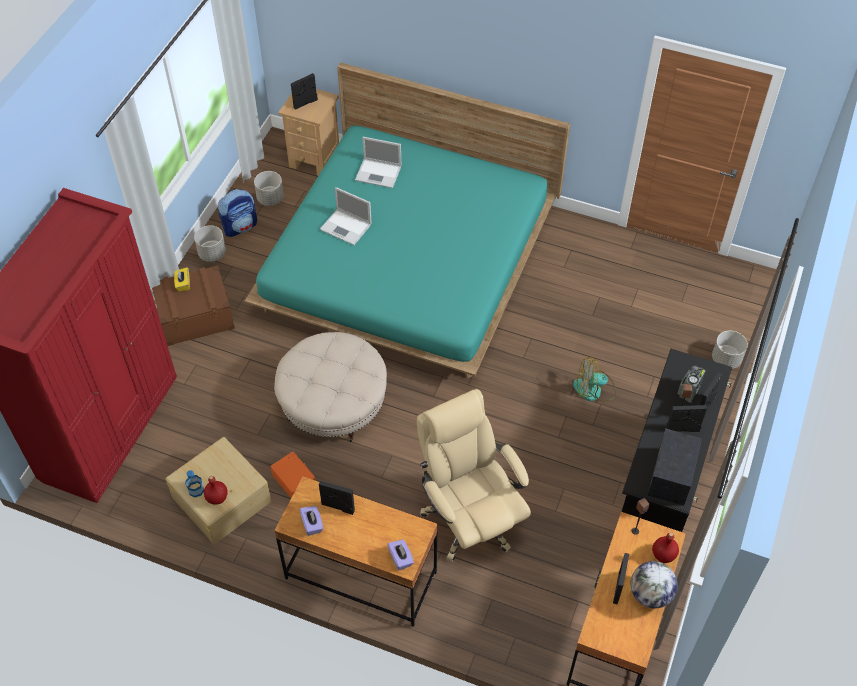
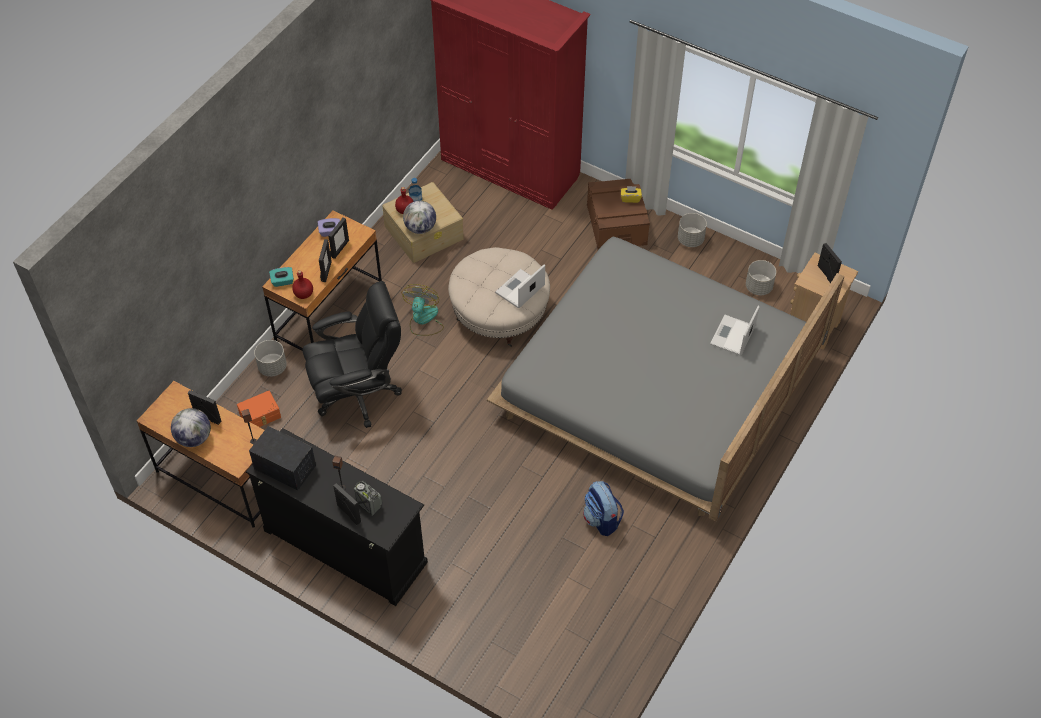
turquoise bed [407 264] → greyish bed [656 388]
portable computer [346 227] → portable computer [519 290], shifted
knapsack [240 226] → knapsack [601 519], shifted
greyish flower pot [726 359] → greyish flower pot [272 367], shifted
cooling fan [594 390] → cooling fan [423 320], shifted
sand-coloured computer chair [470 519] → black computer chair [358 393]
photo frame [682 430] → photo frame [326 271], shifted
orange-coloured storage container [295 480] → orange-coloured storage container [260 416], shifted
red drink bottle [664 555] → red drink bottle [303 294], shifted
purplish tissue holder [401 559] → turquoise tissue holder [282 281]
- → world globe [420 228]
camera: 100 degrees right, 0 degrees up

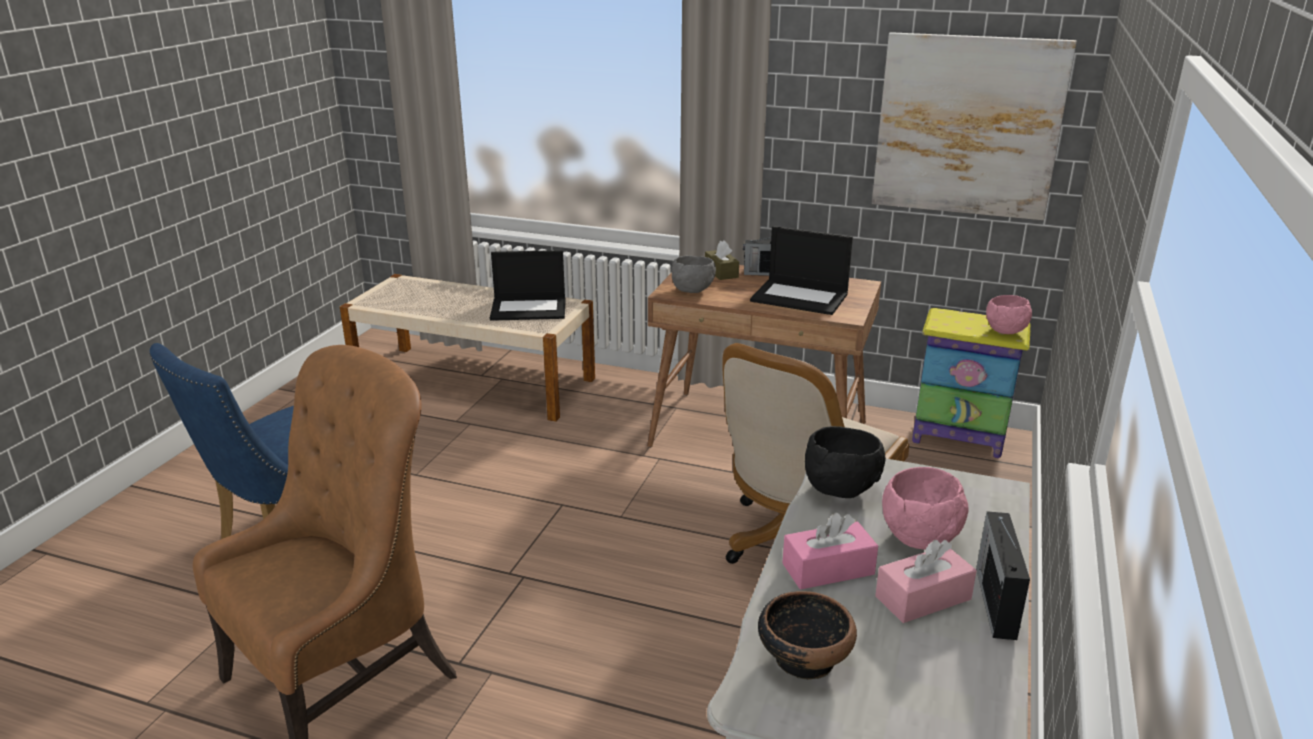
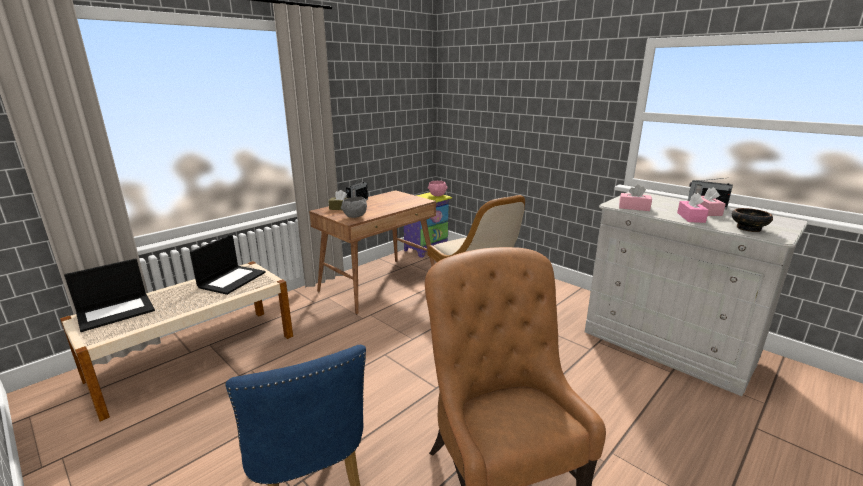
picture [967 126] → -
portable computer [801 297] → portable computer [117 312], shifted
black bowl [840 490] → pink tissue holder [634 207]
pink bowl [920 537] → -
camera: 65 degrees left, 5 degrees down

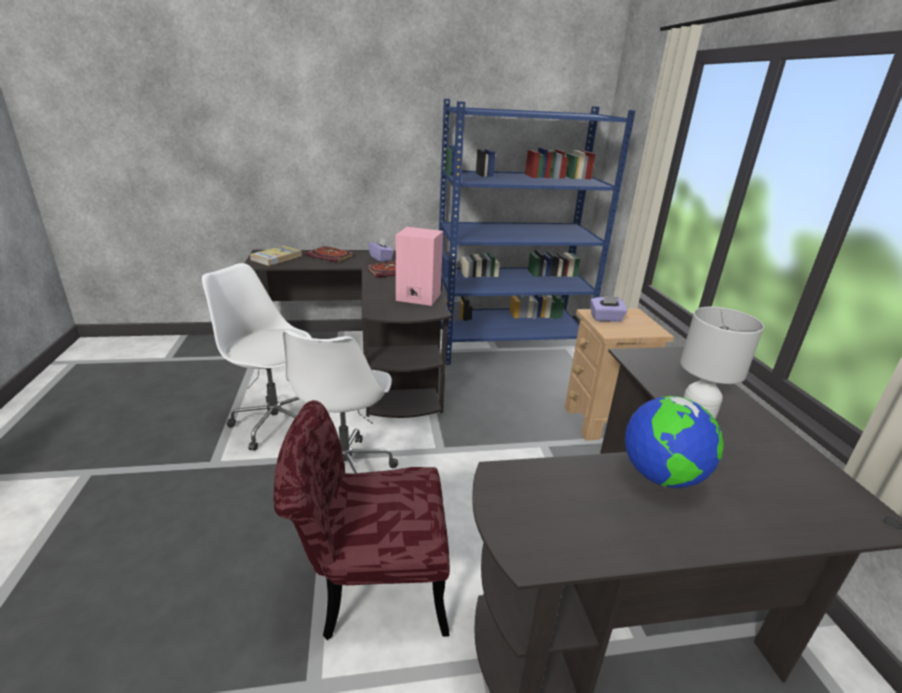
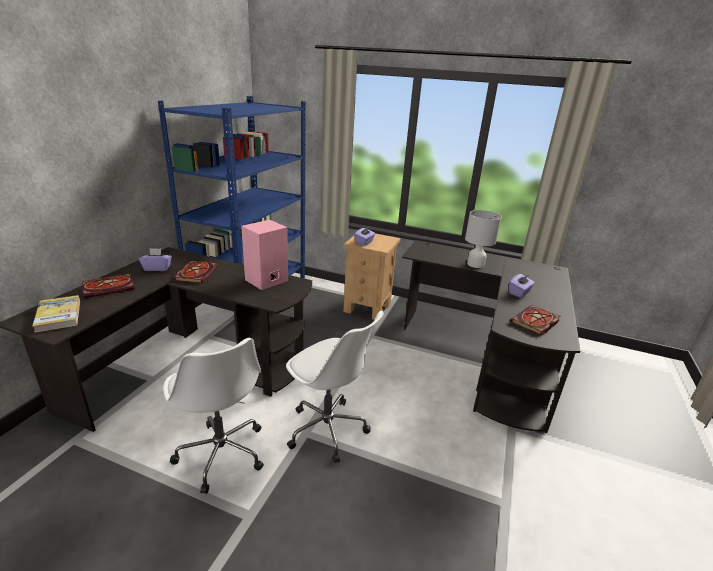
white computer chair [273 422] → white computer chair [222 456], 90 degrees counterclockwise
world globe [661 476] → purplish tissue holder [519 292]
red chair [370 585] → -
- → book [535 322]
camera: 60 degrees left, 0 degrees up

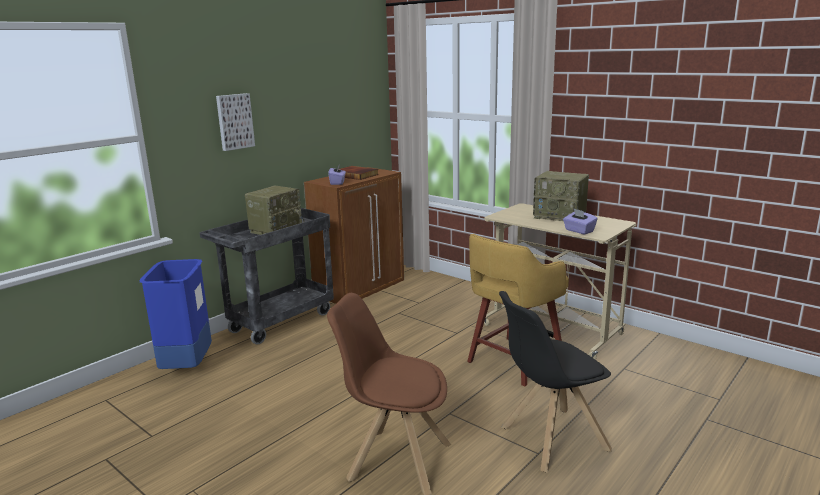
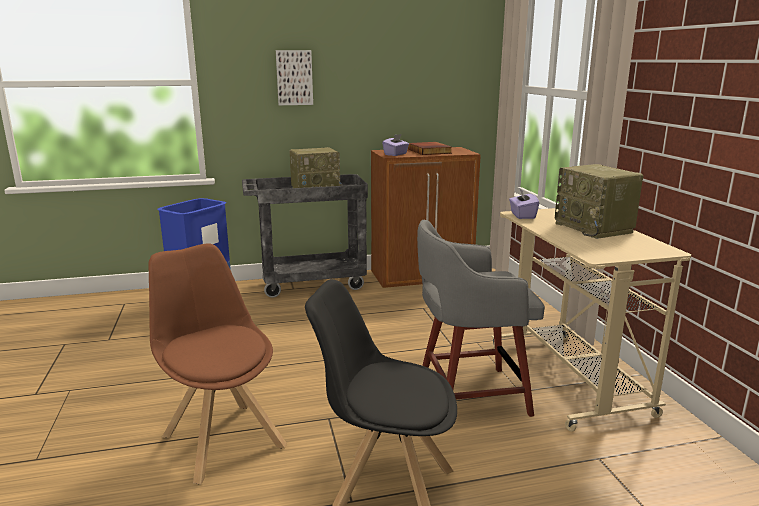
purplish tissue holder [579 231] → purplish tissue holder [522 215], shifted
yellow sitting stool [513 361] → greyish sitting stool [469 395]
camera: 35 degrees right, 0 degrees up

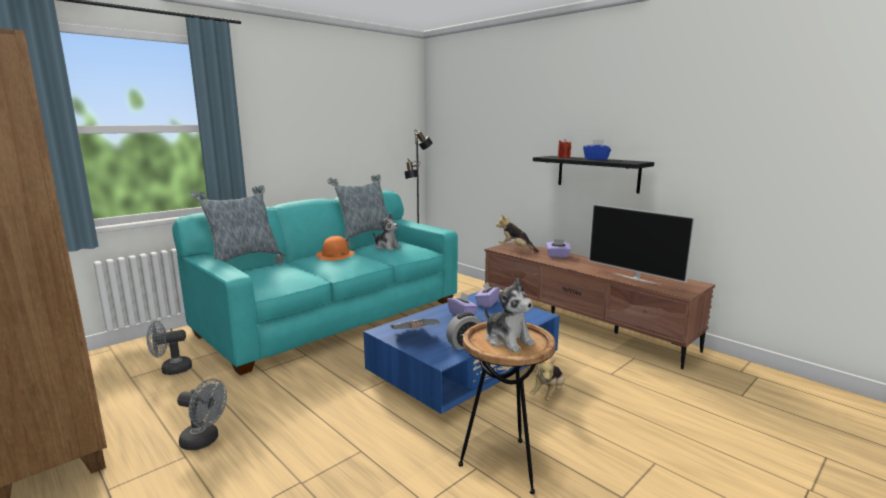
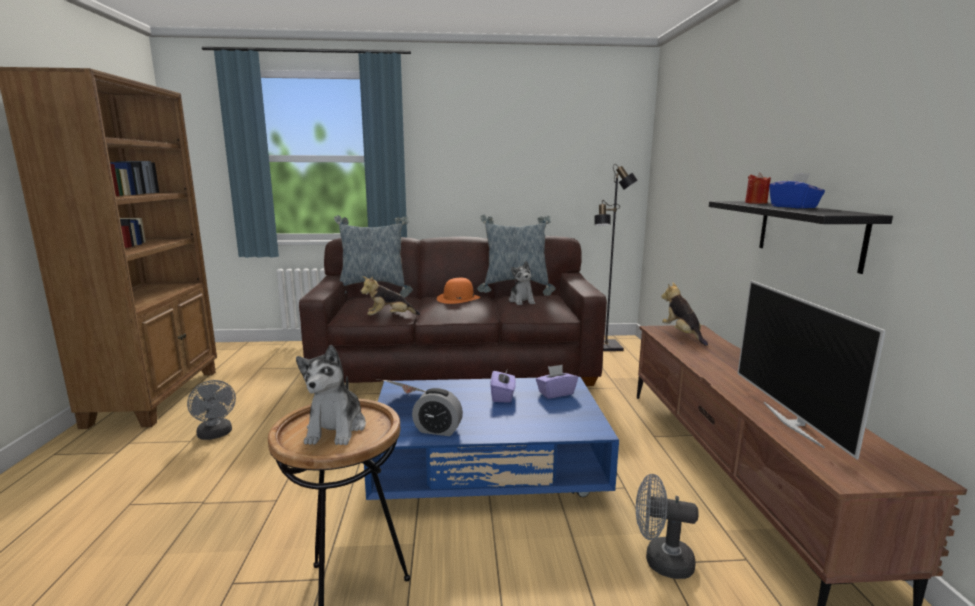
turquoise sofa [333 317] → brown-coloured sofa [455 366]
purplish tissue holder [557 256] → -
greyish cooling fan [171 370] → greyish cooling fan [660 560], shifted
soft toy [548 394] → soft toy [389 317], shifted
camera: 40 degrees right, 0 degrees up

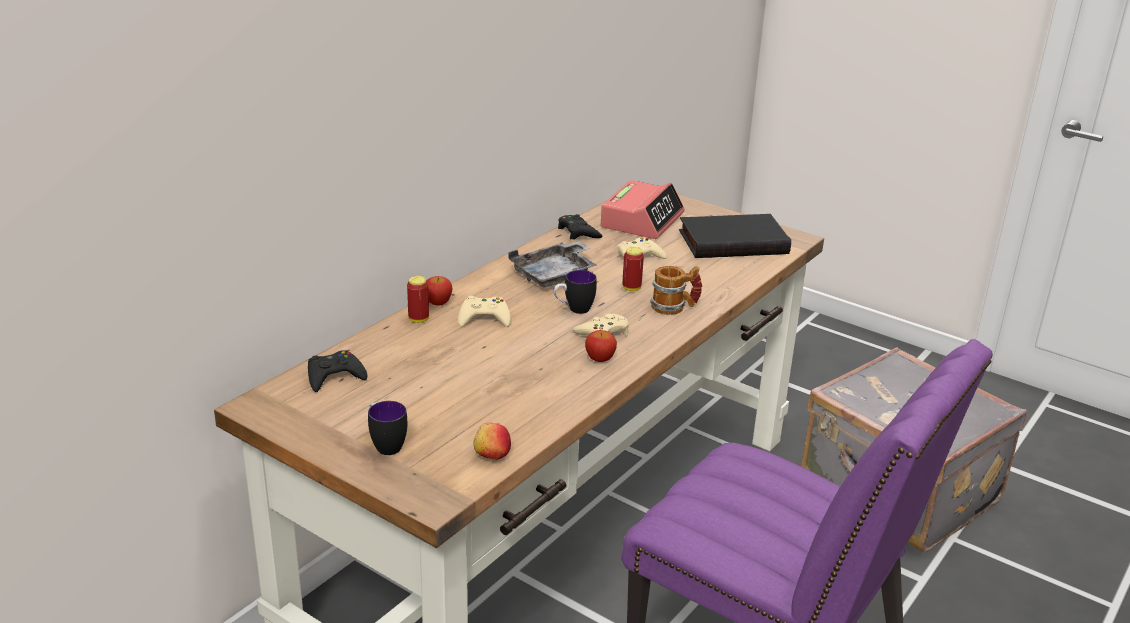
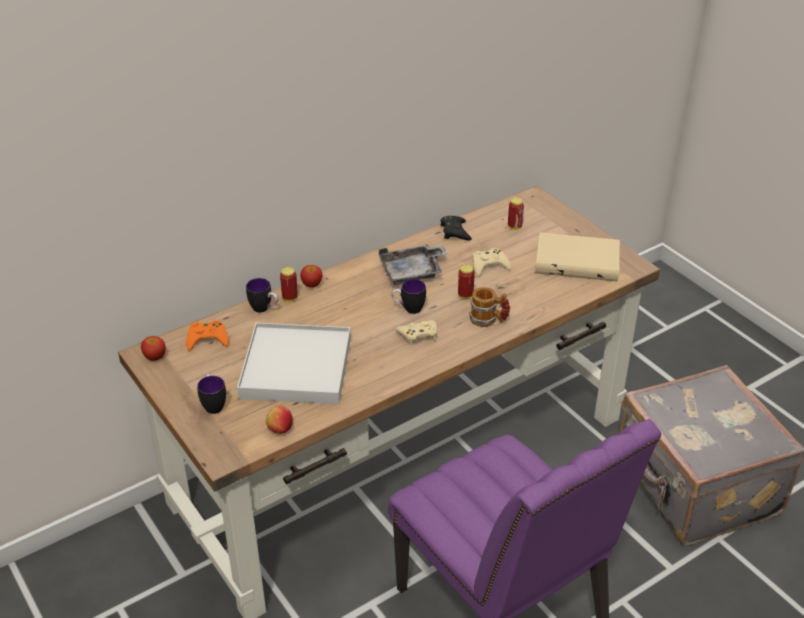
table clock [642 220] → can [514 227]
black book [733 241] → sand-coloured book [577 260]
sand-coloured game controller [484 318] → -
apple fruit [600 359] → apple fruit [155 357], shifted
black game controller [334 376] → orange-coloured game controller [207 339]
- → tea mug [264 309]
- → white serving tray [296 368]
camera: 20 degrees right, 10 degrees up

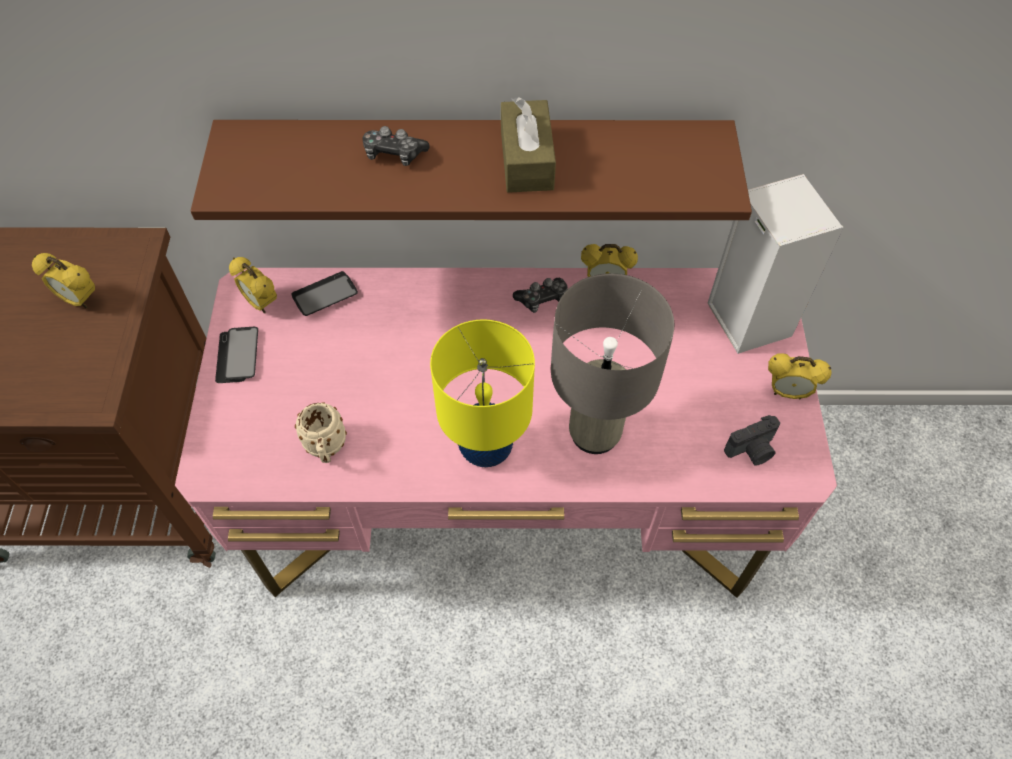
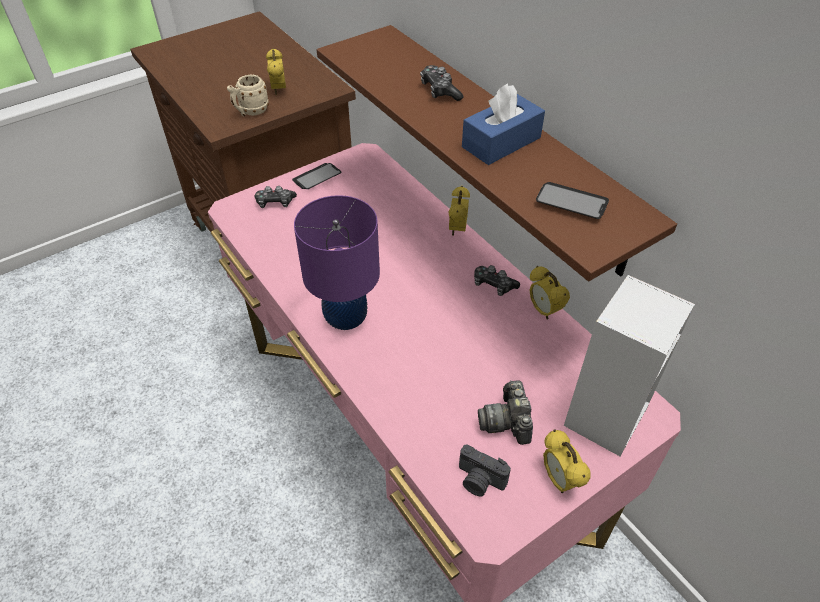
brown-coloured tissue holder [526 160] → bluish tissue holder [501 142]
table clock [261 303] → table clock [457 229], shifted
telephone [324 295] → telephone [572 202], shifted
greyish lamp for a table [594 431] → -
yellow lamp for a table [487 450] → purplish lamp for a table [345 320]
sand-coloured tea mug [326 449] → sand-coloured tea mug [250 112], shifted
- → game controller [275 203]
- → still camera [507 421]
camera: 55 degrees right, 10 degrees down

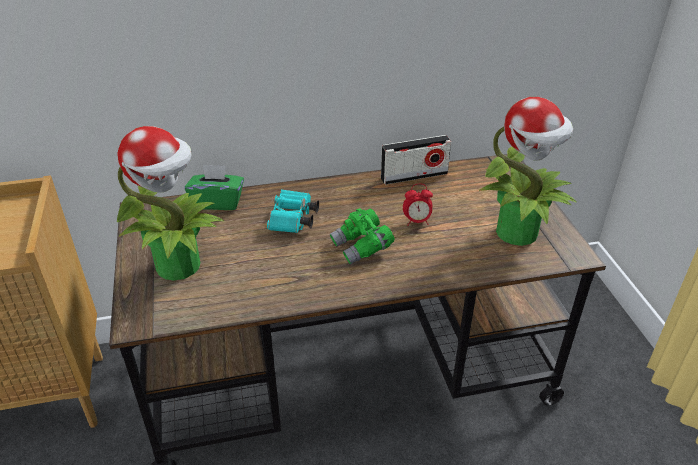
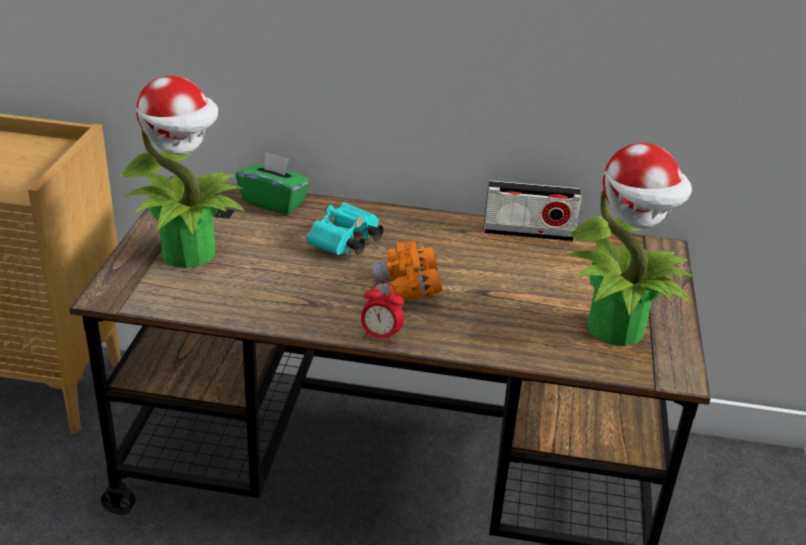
table clock [417 221] → table clock [380 336], shifted
green field glasses [362 247] → orange-coloured field glasses [406 292]
camera: 20 degrees right, 5 degrees down

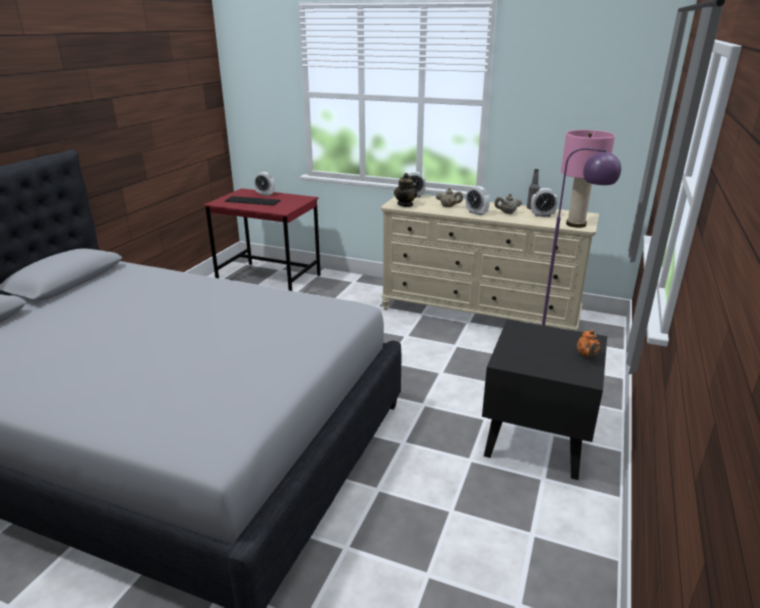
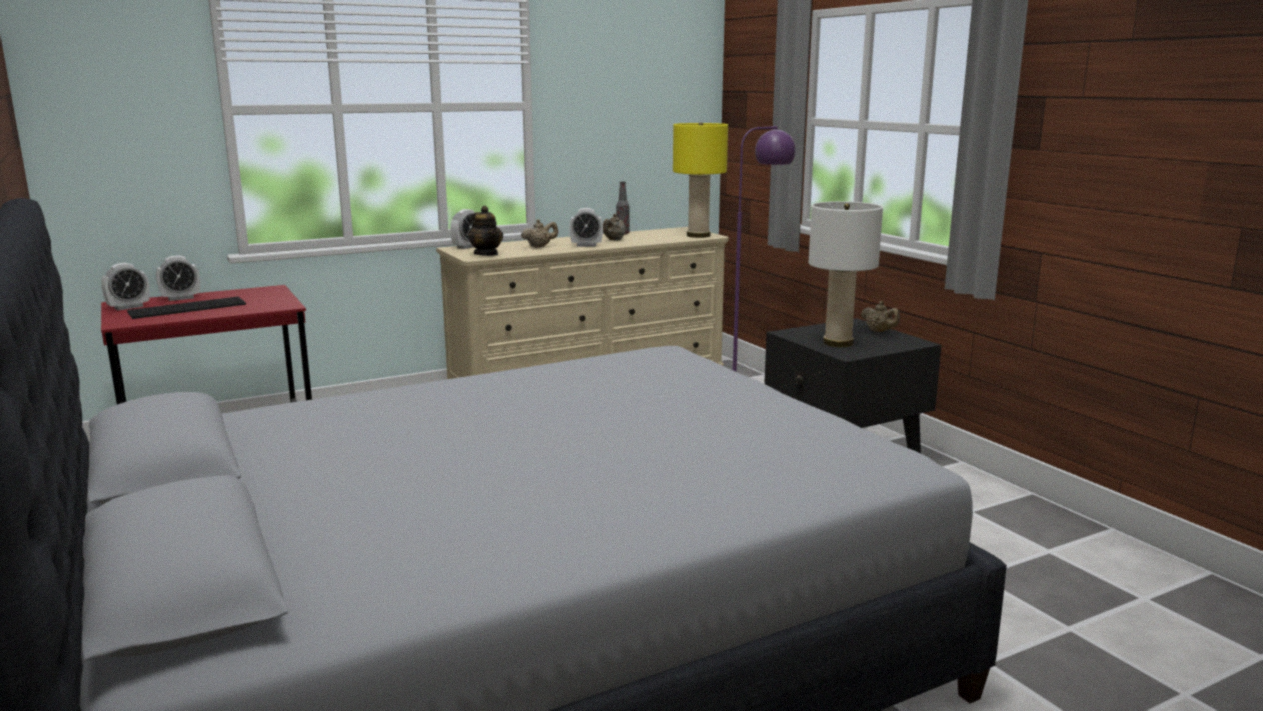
pink lamp for a table [575 224] → yellow lamp for a table [698 235]
table clock [542 215] → table clock [128 307], shifted
orange-coloured teapot [587 355] → sand-coloured teapot [879 331]
- → white lamp for a table [838 343]
camera: 50 degrees left, 10 degrees down

